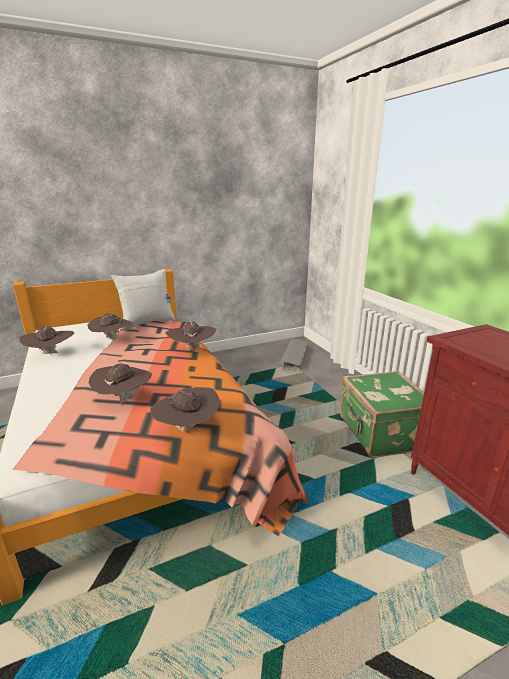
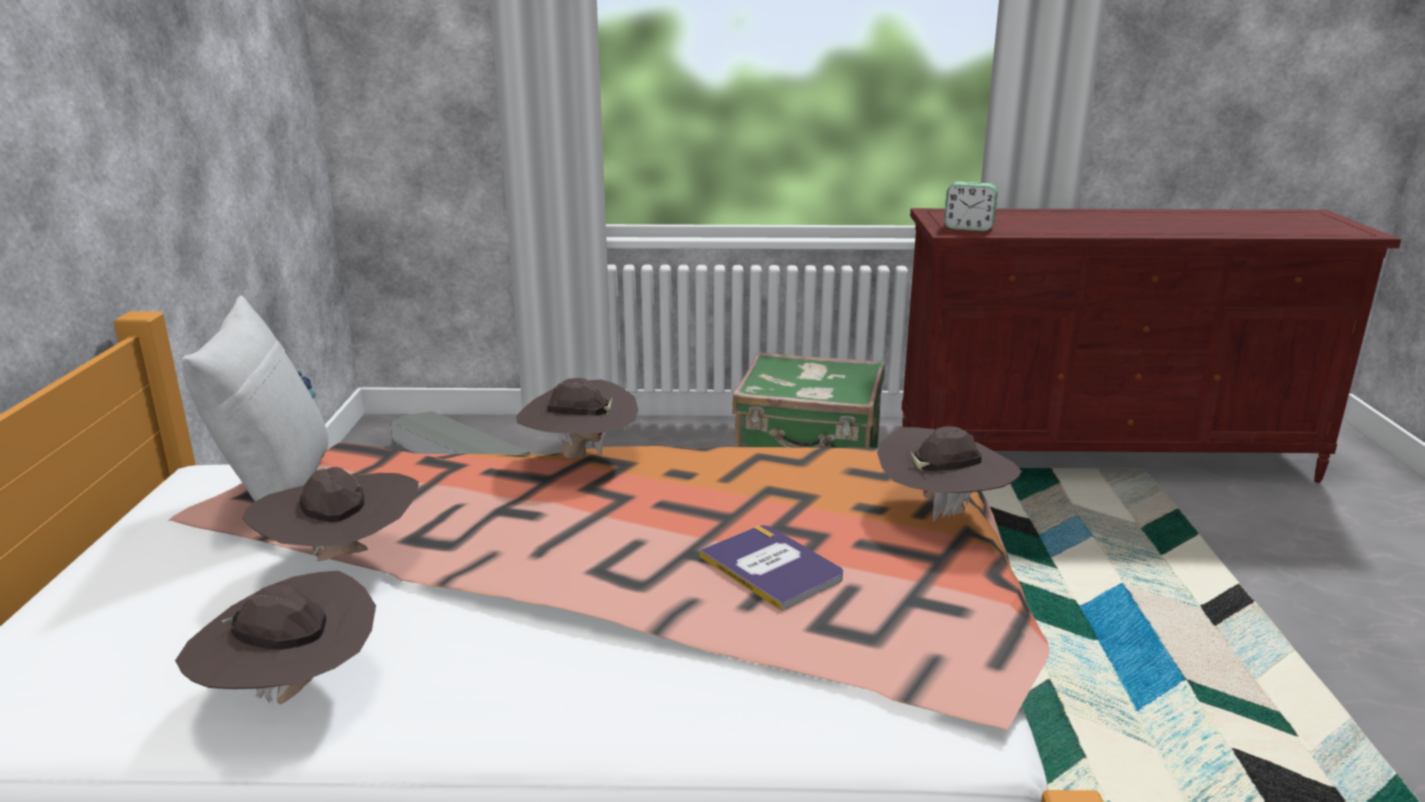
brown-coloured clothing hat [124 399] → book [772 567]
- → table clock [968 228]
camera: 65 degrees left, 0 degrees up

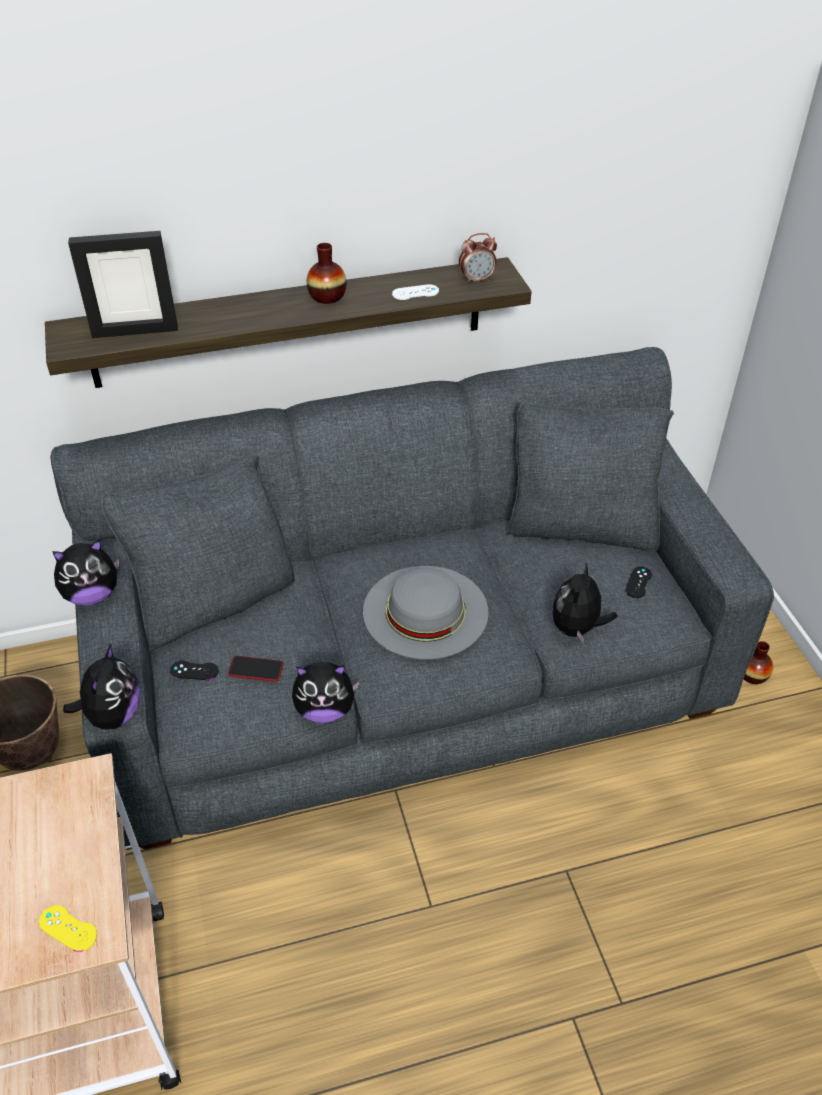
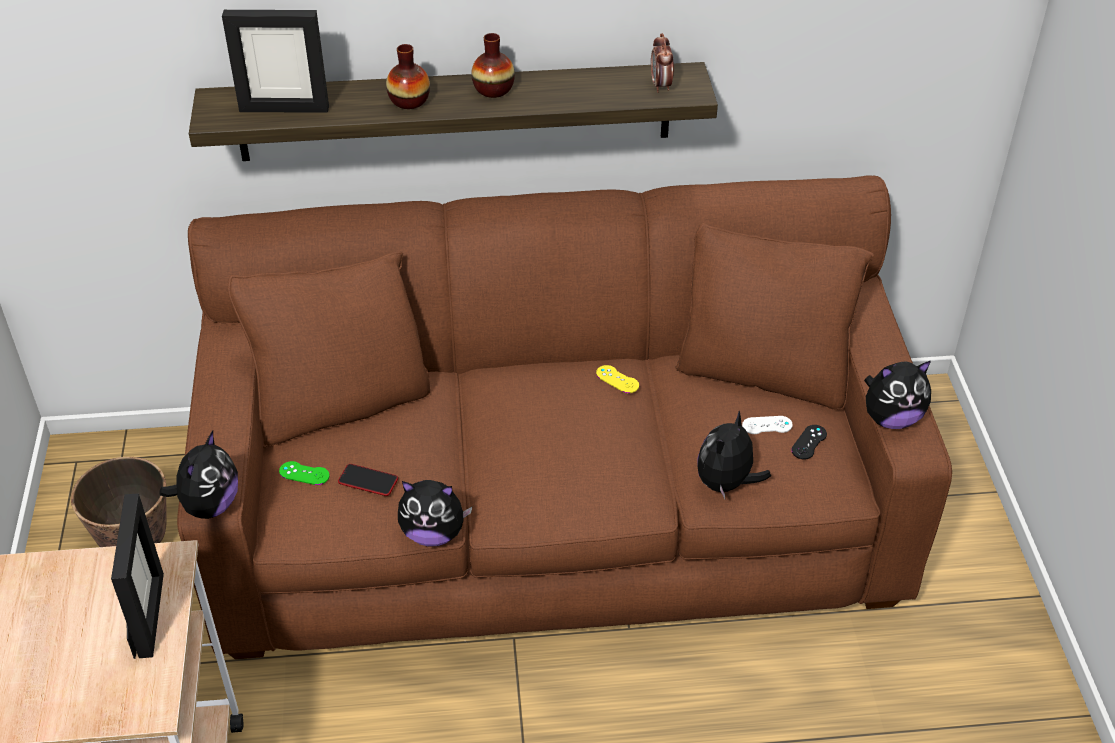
table clock [477 280] → table clock [661 85], 90 degrees clockwise
white game controller [415 292] → white game controller [767 425], shifted
greyish sofa [410 680] → brown-coloured sofa [557 522]
soft toy [92 595] → soft toy [891 418], shifted
greyish clothing hat [425 611] → -
vase [752 675] → vase [409 101], shifted
black game controller [194 670] → green game controller [304 473]
yellow game controller [68 928] → yellow game controller [617 379], shifted
- → photo frame [149 615]
camera: 10 degrees right, 0 degrees up

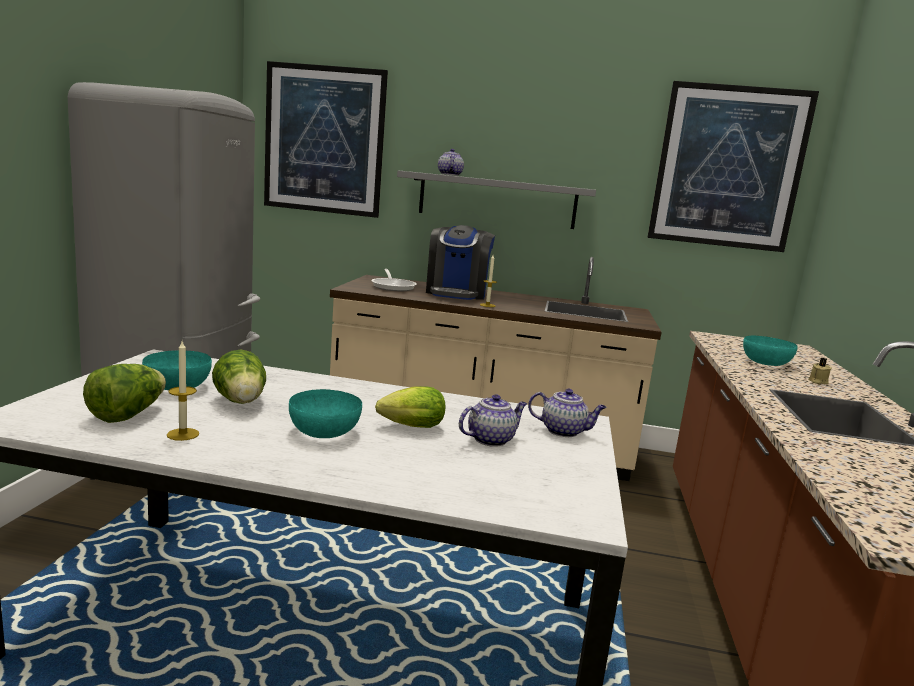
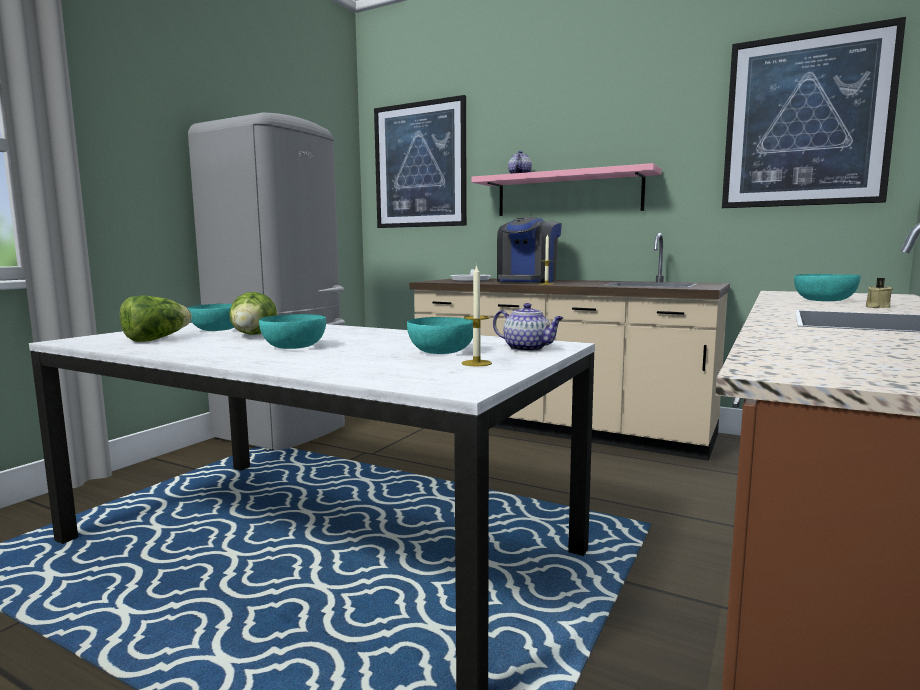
greyish bracket shelf [497 200] → pink bracket shelf [568 194]
wax light [183 434] → wax light [476 363], shifted
lettuce [408 427] → -
teapot [491 439] → turquoise bowl [442 351]
camera: 20 degrees right, 5 degrees down

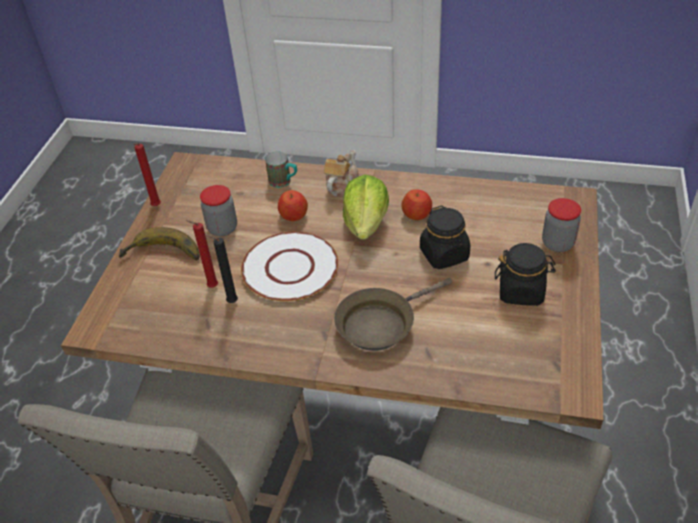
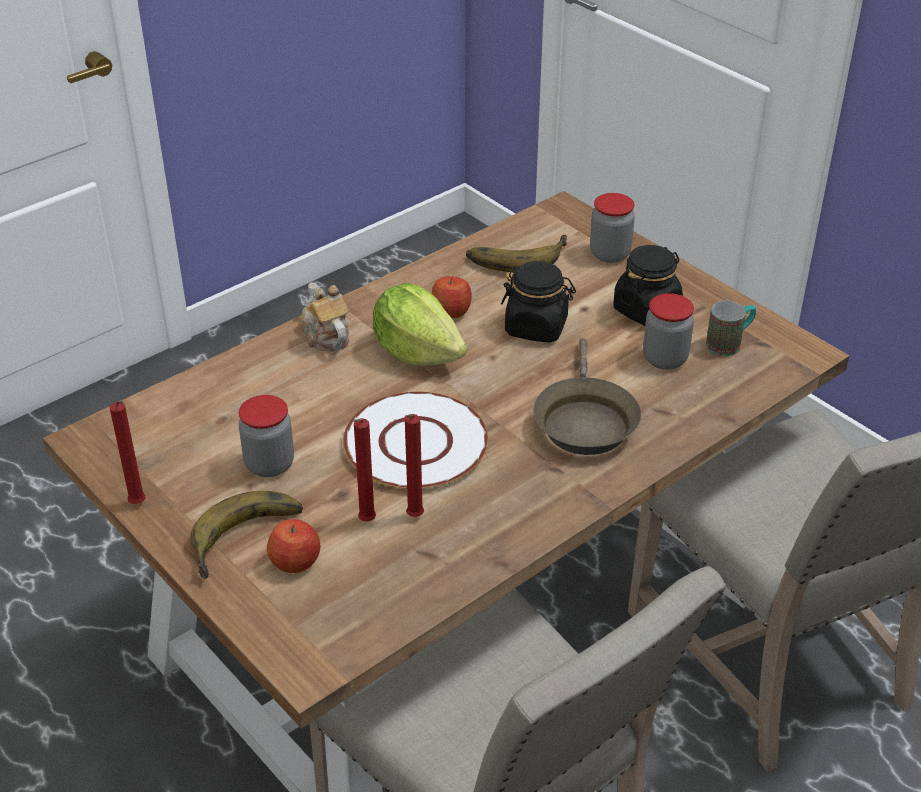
tea mug [284 182] → tea mug [729 343], shifted
apple fruit [294 215] → apple fruit [296 561], shifted
black wax light [230 302] → red wax light [413 518]
- → whole banana [516 255]
- → storage jar [665 359]
camera: 55 degrees left, 5 degrees down

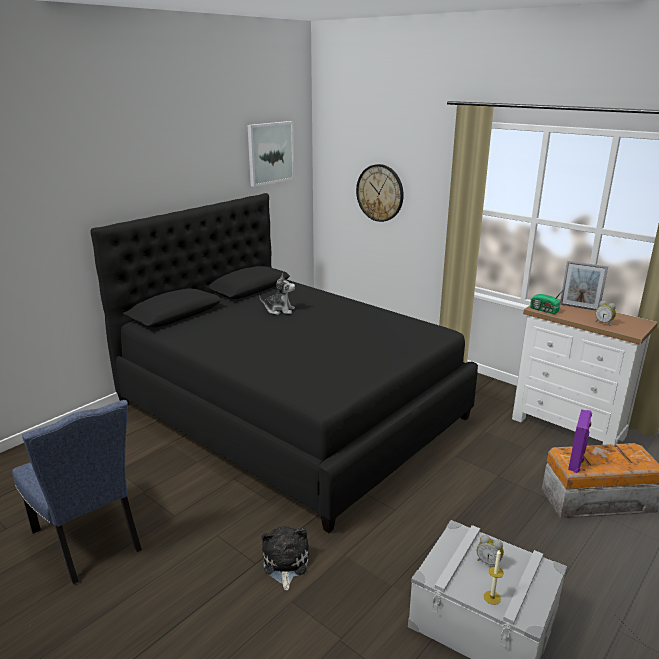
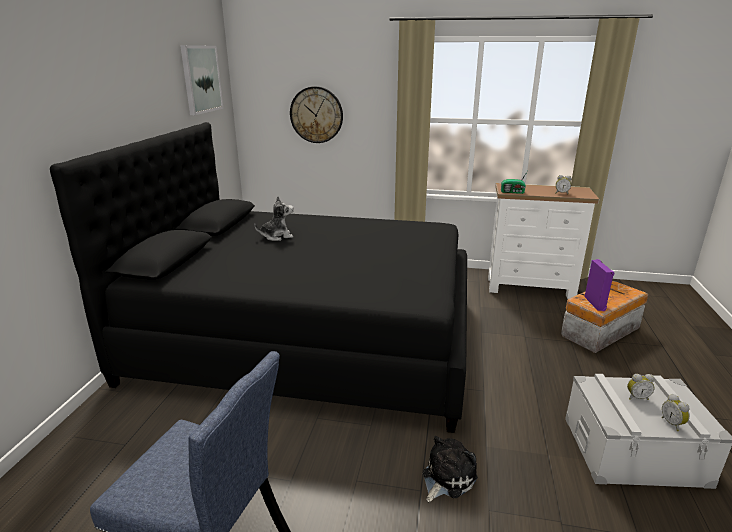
photo frame [579 307] → -
soft toy [285 563] → soft toy [446 478], 75 degrees clockwise
wax light [492 597] → table clock [672 423]
camera: 30 degrees left, 0 degrees up

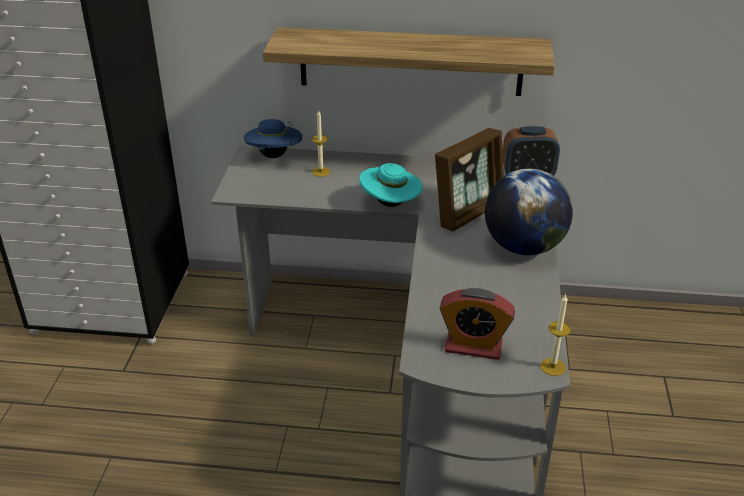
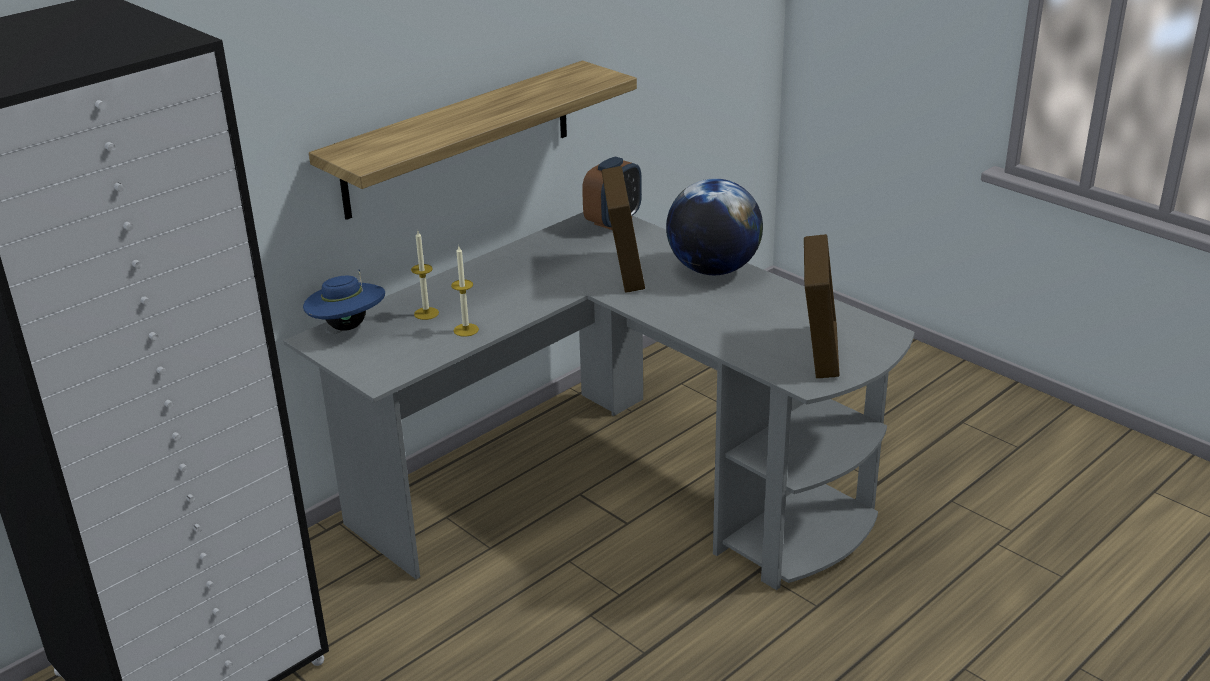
turquoise clothing hat [390 204] → -
table clock [473 346] → photo frame [818 351]
wax light [553 367] → wax light [466 330], shifted
camera: 50 degrees left, 5 degrees down

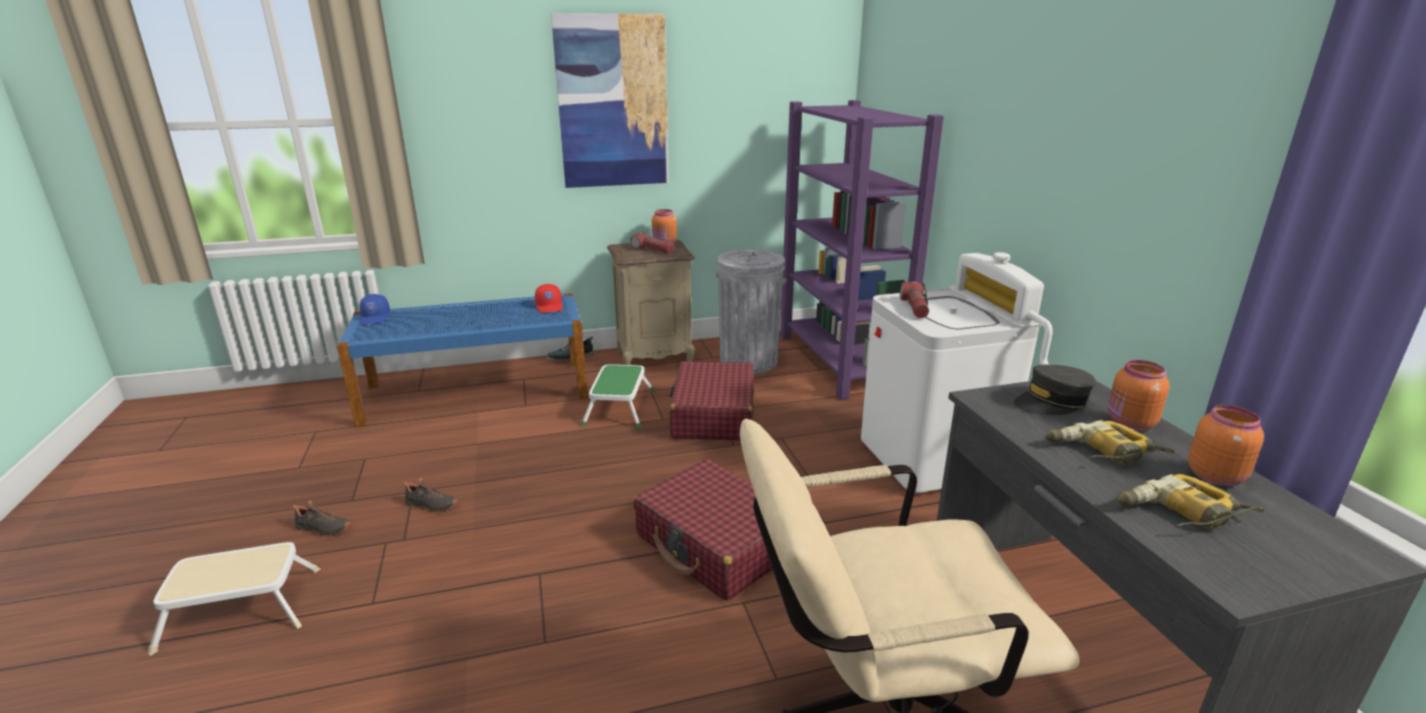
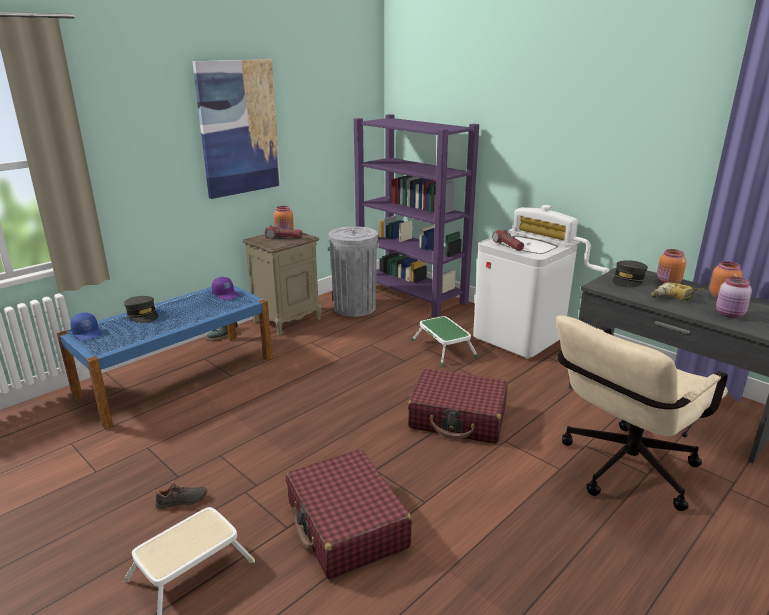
red cap [550 306] → purplish cap [226 294]
red suitcase [713 415] → red suitcase [346 525], shifted
green step stool [618 407] → green step stool [443 348], shifted
power drill [1182 515] → pink storage jar [730 314]
black low shoe [430 506] → -
- → greyish cap [143 315]
camera: 30 degrees left, 0 degrees up

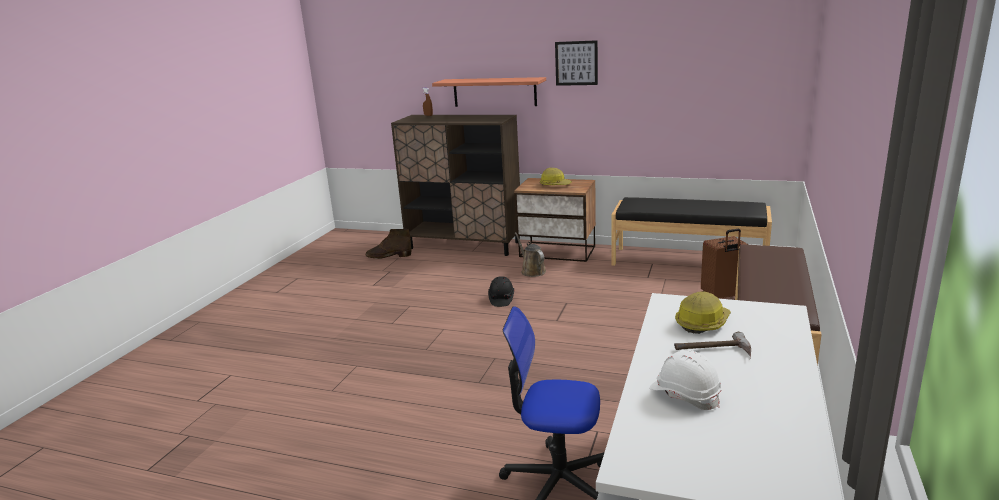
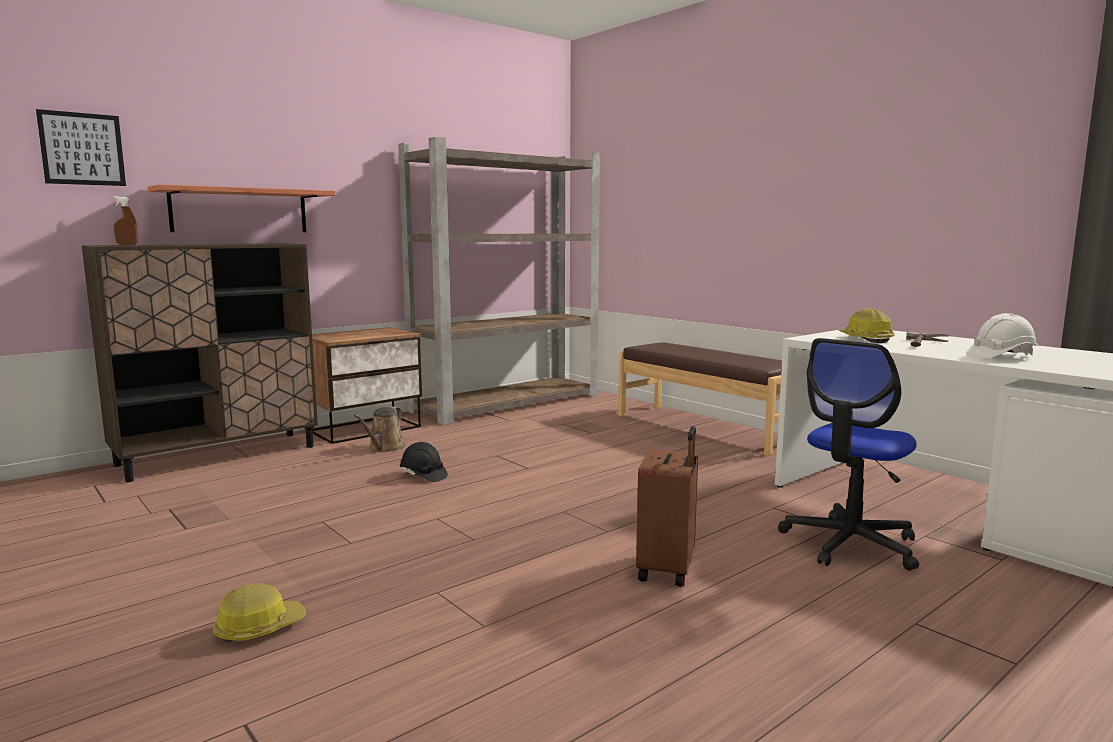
picture [576 63] → picture [82 149], shifted
safety helmet [555 185] → safety helmet [259 628], shifted
black long seat [688 261] → brown-coloured bookshelf [507 403]
brown-coloured tall boot [388 256] → -
brown-coloured suitcase [722 298] → brown-coloured suitcase [668 570], shifted
brown-coloured watering pot [532 271] → brown-coloured watering pot [384 448], 75 degrees counterclockwise
camera: 60 degrees left, 10 degrees down

